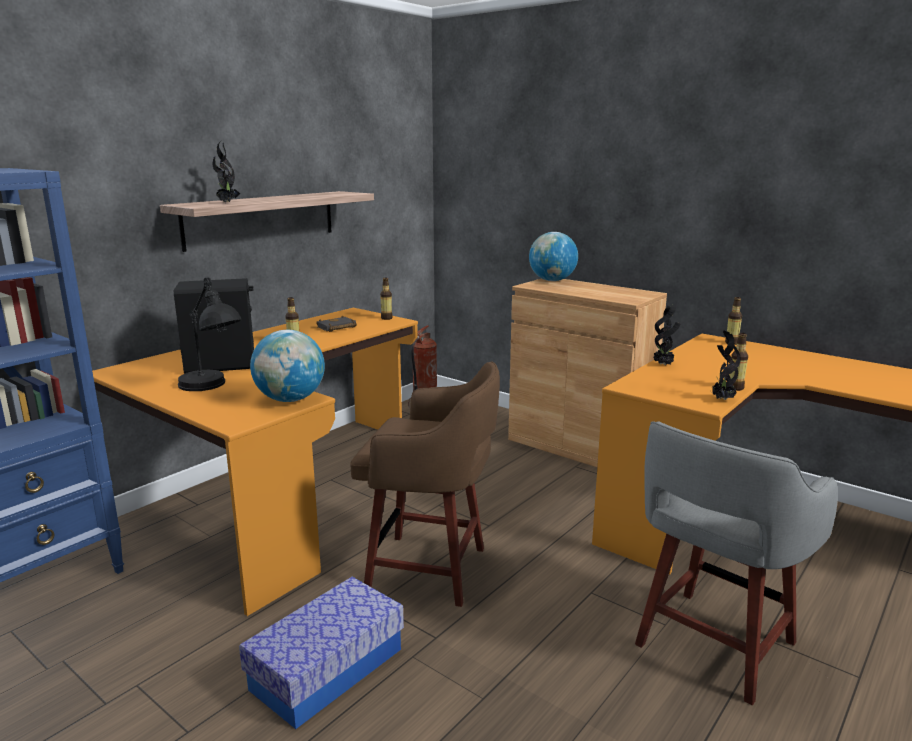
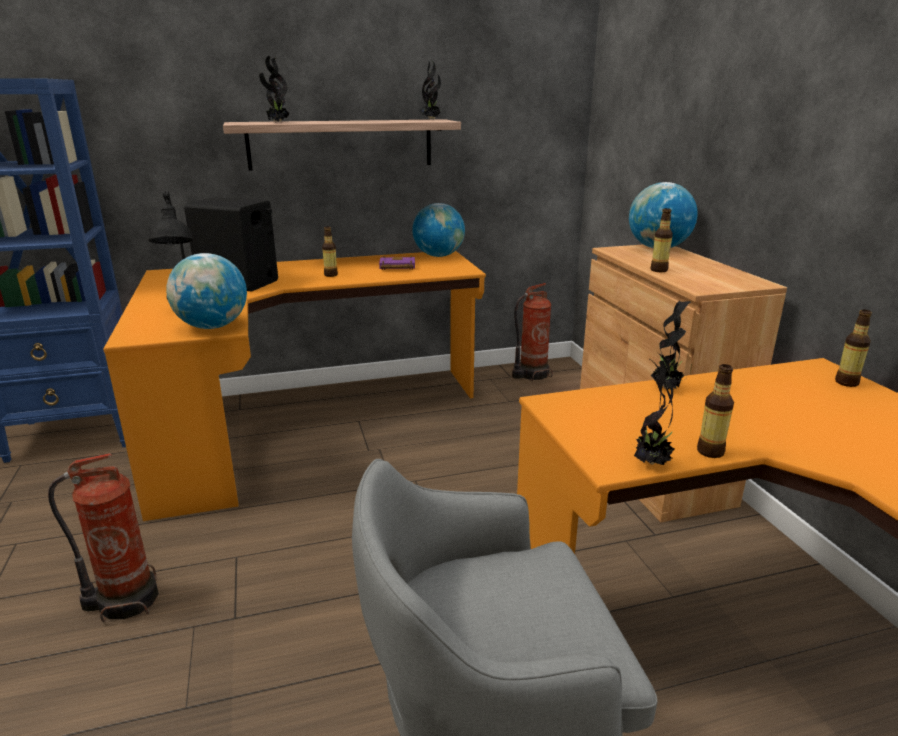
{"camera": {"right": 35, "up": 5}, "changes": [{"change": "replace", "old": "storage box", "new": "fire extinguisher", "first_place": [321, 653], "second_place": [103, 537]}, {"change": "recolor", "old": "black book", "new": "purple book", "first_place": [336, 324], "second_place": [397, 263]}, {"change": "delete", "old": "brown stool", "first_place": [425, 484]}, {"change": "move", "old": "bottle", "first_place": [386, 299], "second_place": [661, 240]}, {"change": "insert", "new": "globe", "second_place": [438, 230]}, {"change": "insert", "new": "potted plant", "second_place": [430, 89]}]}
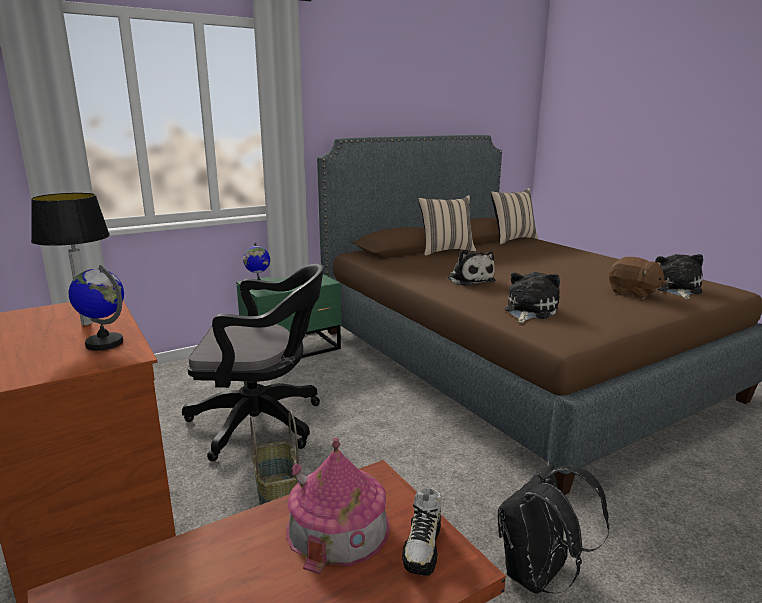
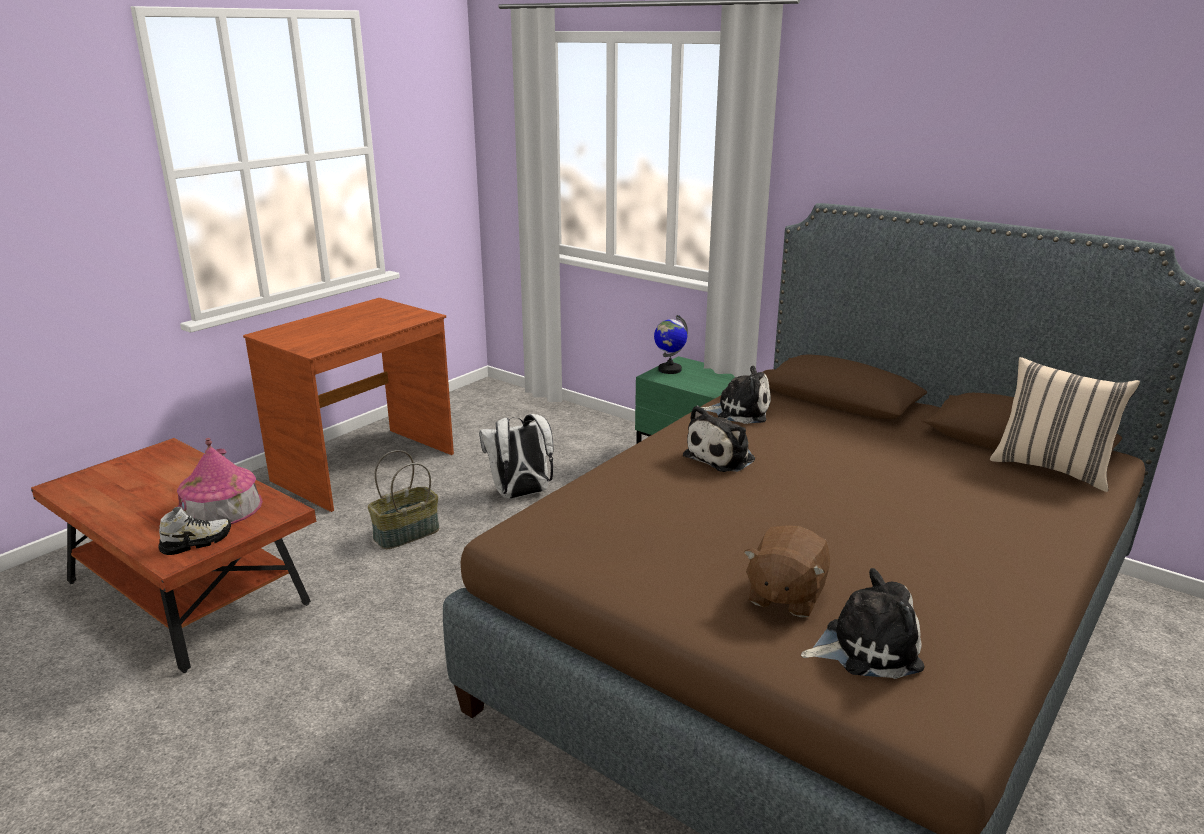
{"camera": {"right": 70, "up": 5}, "changes": [{"change": "delete", "old": "table lamp", "first_place": [70, 259]}, {"change": "delete", "old": "globe", "first_place": [96, 308]}, {"change": "replace", "old": "black office chair", "new": "white backpack", "first_place": [253, 362], "second_place": [516, 456]}, {"change": "rotate", "old": "shoe", "first_place": [422, 531], "second_place": [194, 531], "degrees": 150}, {"change": "delete", "old": "beige pillow", "first_place": [447, 225]}, {"change": "delete", "old": "black backpack", "first_place": [553, 529]}, {"change": "move", "old": "plush toy", "first_place": [532, 297], "second_place": [736, 395]}]}
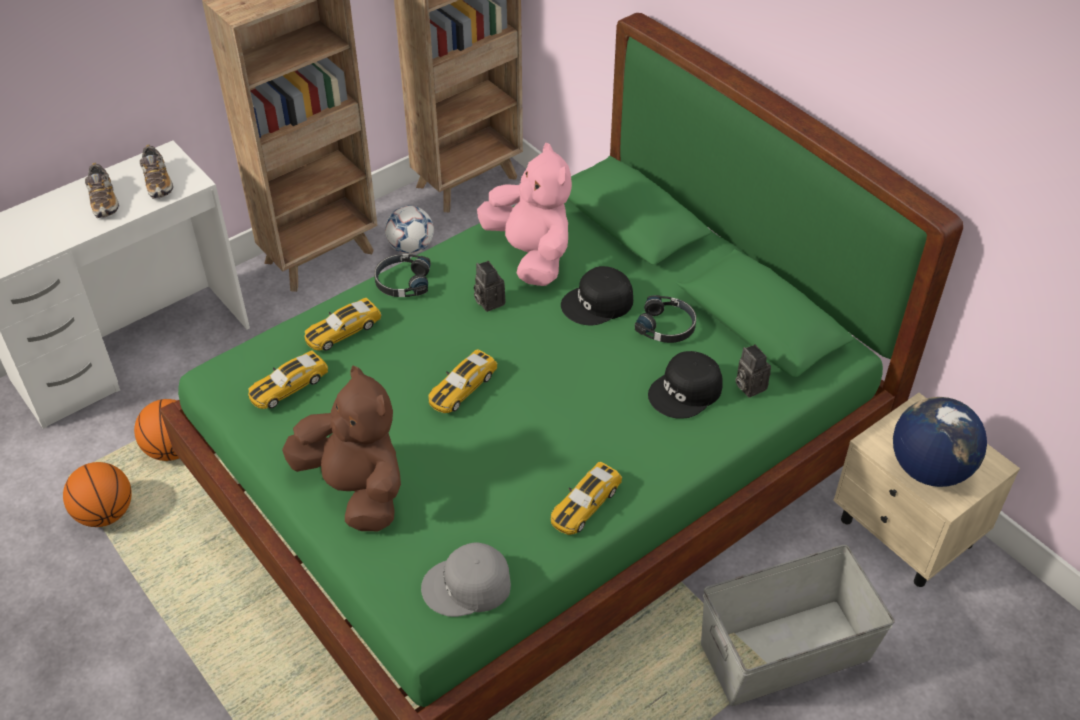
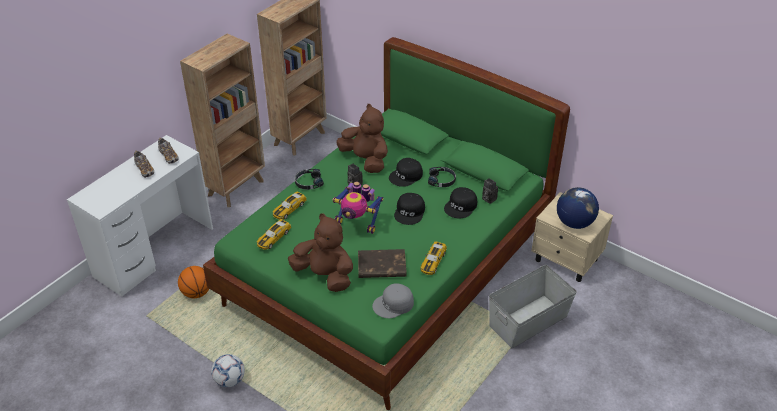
{"camera": {"right": -15, "up": -5}, "changes": [{"change": "delete", "old": "basketball", "first_place": [97, 494]}, {"change": "move", "old": "football", "first_place": [409, 229], "second_place": [228, 371]}, {"change": "replace", "old": "toy car", "new": "toy robot", "first_place": [462, 381], "second_place": [357, 208]}, {"change": "recolor", "old": "pink plush toy", "new": "brown plush toy", "first_place": [524, 214], "second_place": [362, 138]}, {"change": "insert", "new": "brown book", "second_place": [382, 263]}, {"change": "insert", "new": "black cap", "second_place": [409, 209]}]}
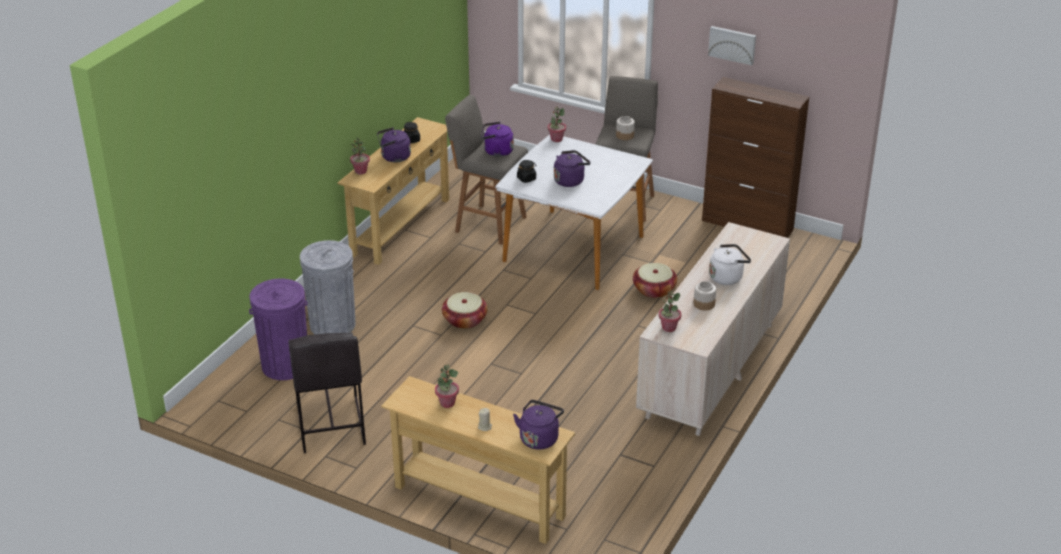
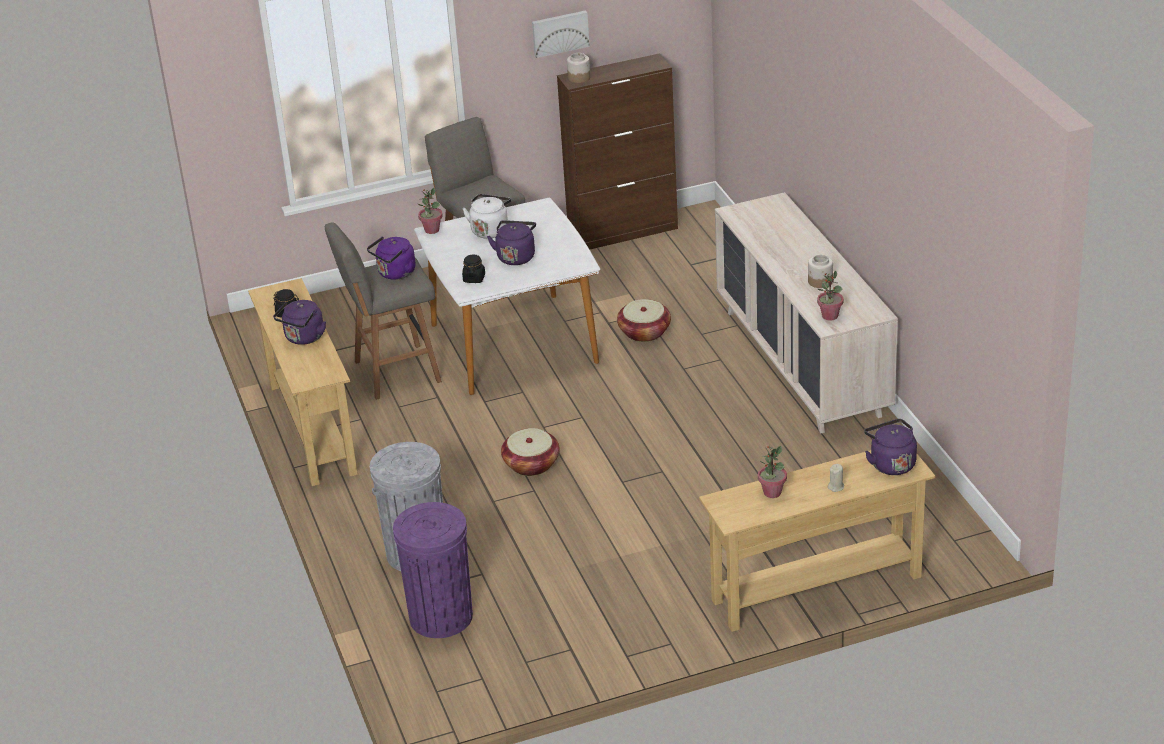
{"camera": {"right": -45, "up": 0}, "changes": [{"change": "delete", "old": "grey stool", "first_place": [327, 392]}, {"change": "delete", "old": "potted plant", "first_place": [360, 156]}, {"change": "move", "old": "jar", "first_place": [625, 128], "second_place": [578, 68]}, {"change": "move", "old": "white kettle", "first_place": [730, 264], "second_place": [486, 216]}]}
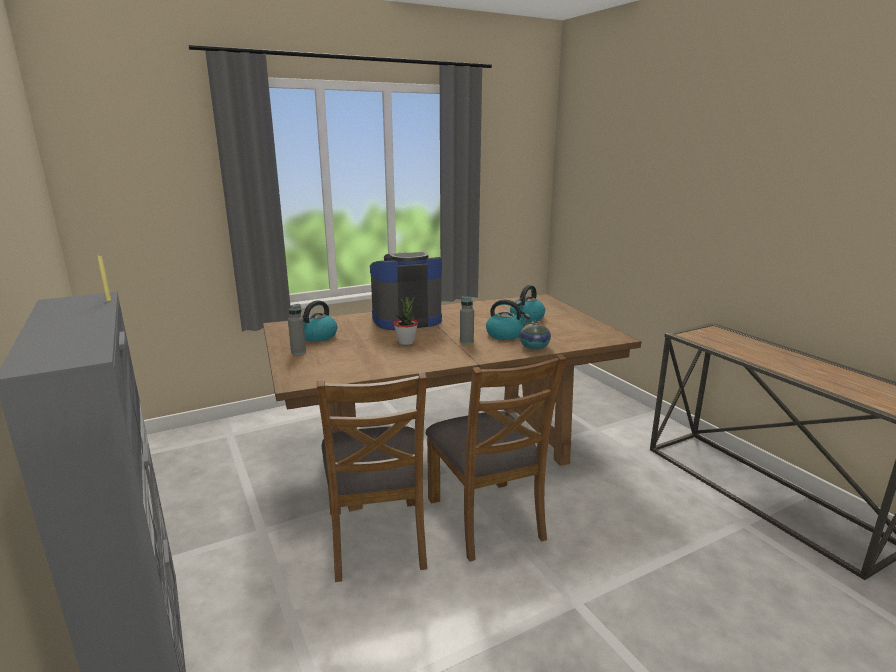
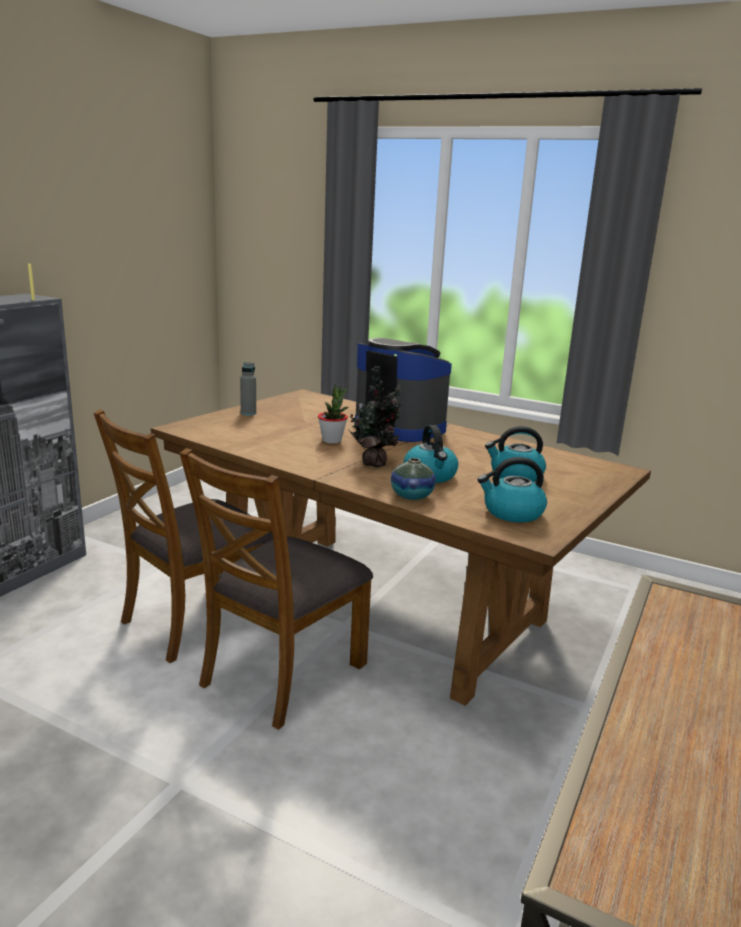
{"camera": {"right": 55, "up": 0}, "changes": [{"change": "move", "old": "kettle", "first_place": [319, 321], "second_place": [512, 490]}, {"change": "replace", "old": "grey bottle", "new": "potted plant", "first_place": [467, 320], "second_place": [375, 416]}]}
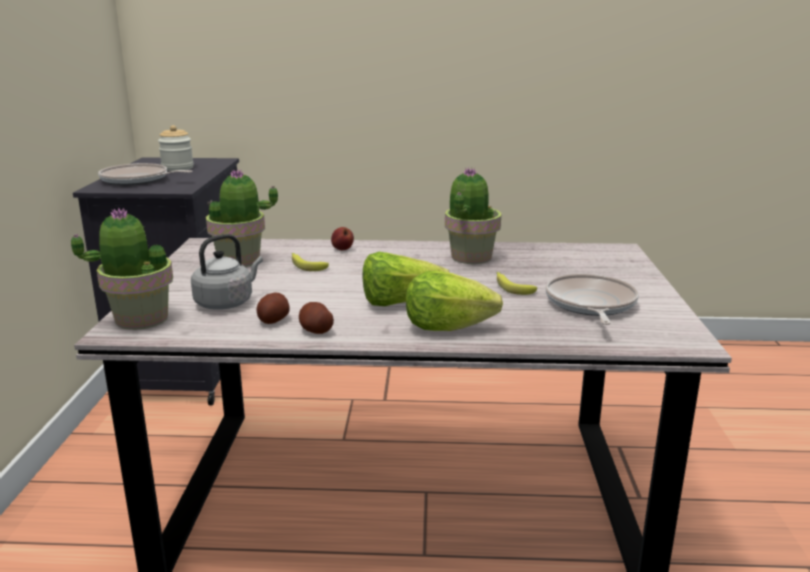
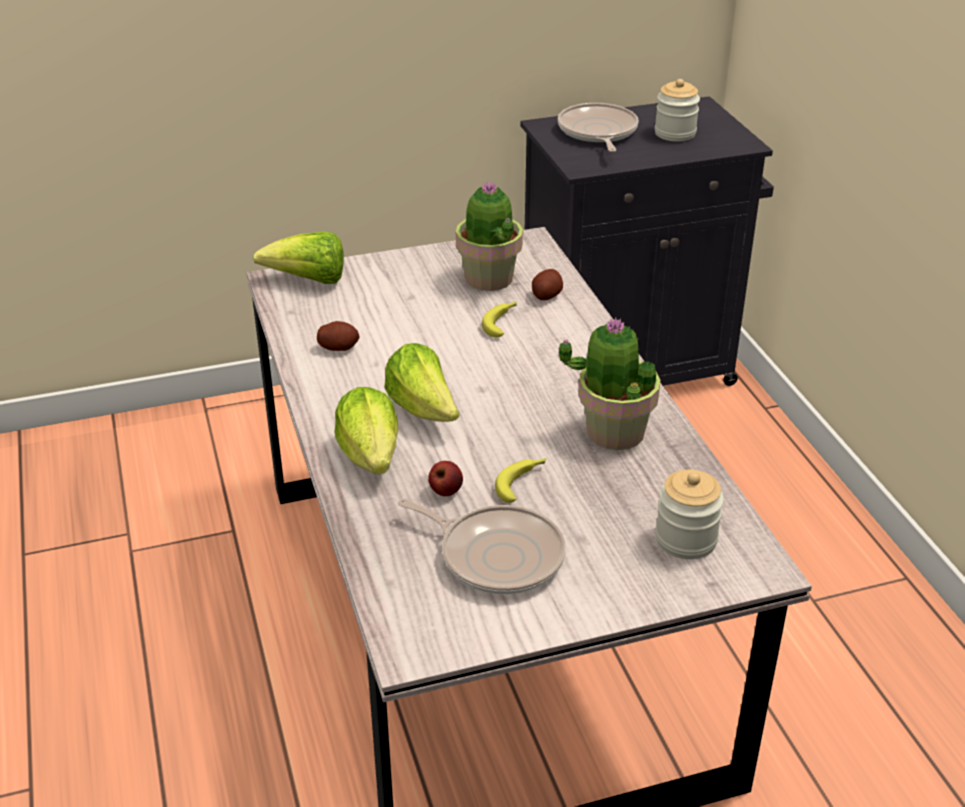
{"camera": {"right": 70, "up": 15}, "changes": [{"change": "replace", "old": "potted plant", "new": "lettuce", "first_place": [122, 269], "second_place": [298, 257]}, {"change": "delete", "old": "grey kettle", "first_place": [227, 272]}, {"change": "move", "old": "potato", "first_place": [316, 318], "second_place": [547, 284]}, {"change": "move", "old": "apple", "first_place": [342, 238], "second_place": [445, 478]}, {"change": "rotate", "old": "frying pan", "first_place": [592, 299], "second_place": [482, 547], "degrees": 45}, {"change": "insert", "new": "jar", "second_place": [689, 514]}]}
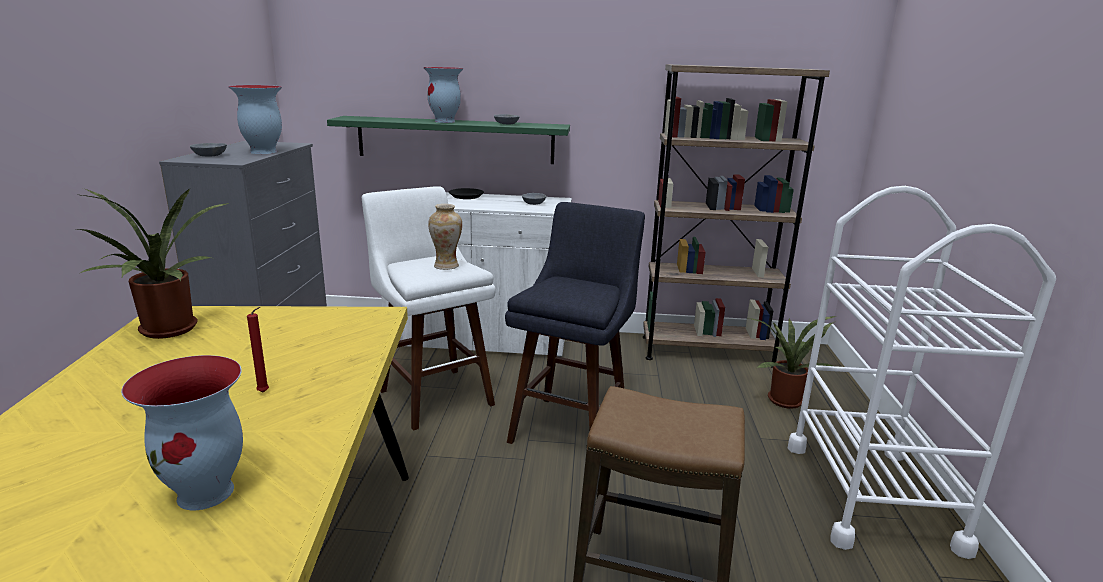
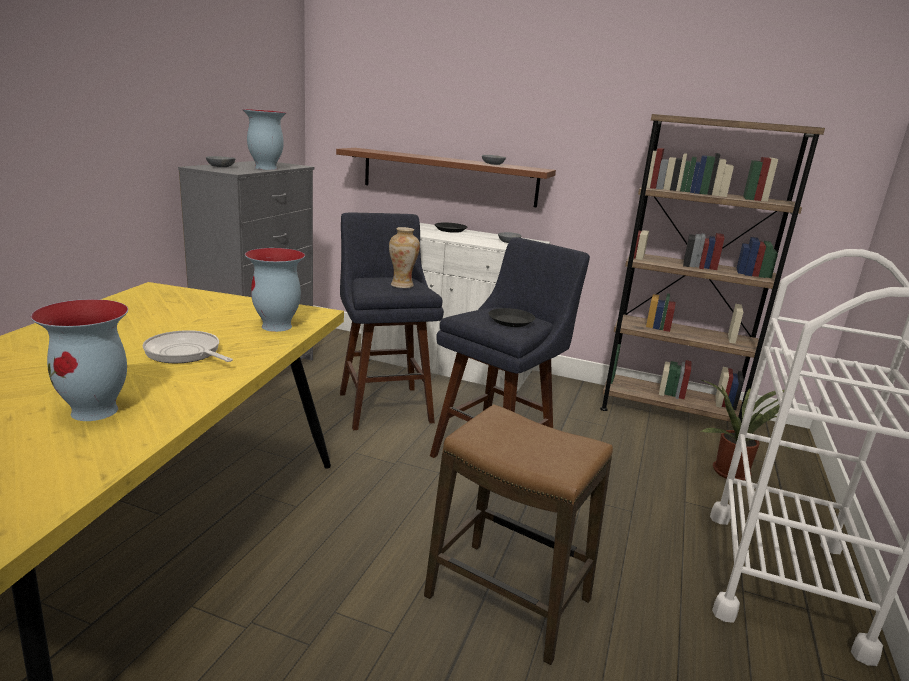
{"camera": {"right": 15, "up": 0}, "changes": [{"change": "delete", "old": "potted plant", "first_place": [152, 264]}, {"change": "replace", "old": "red candle", "new": "frying pan", "first_place": [258, 350], "second_place": [188, 346]}, {"change": "recolor", "old": "green shelf", "new": "brown shelf", "first_place": [448, 140], "second_place": [446, 177]}, {"change": "recolor", "old": "white stool", "new": "blue stool", "first_place": [429, 308], "second_place": [392, 321]}, {"change": "move", "old": "vase", "first_place": [443, 95], "second_place": [275, 290]}, {"change": "insert", "new": "black plate", "second_place": [511, 317]}]}
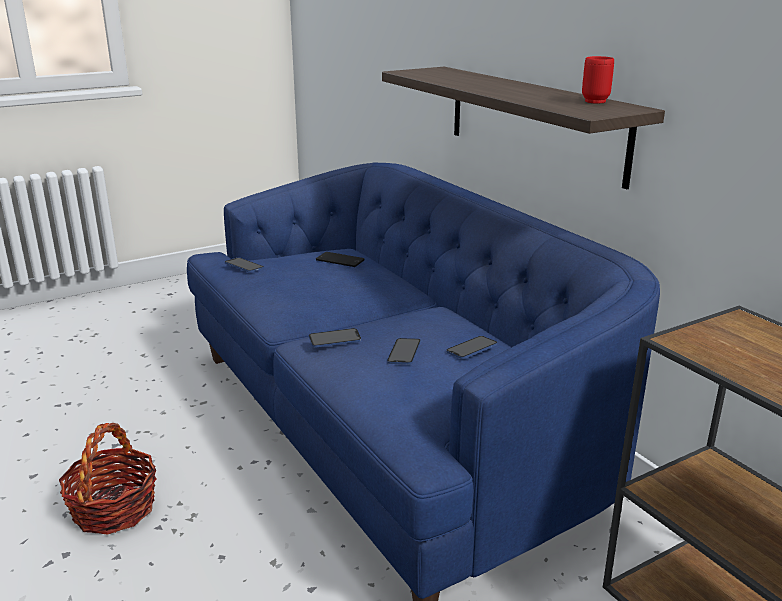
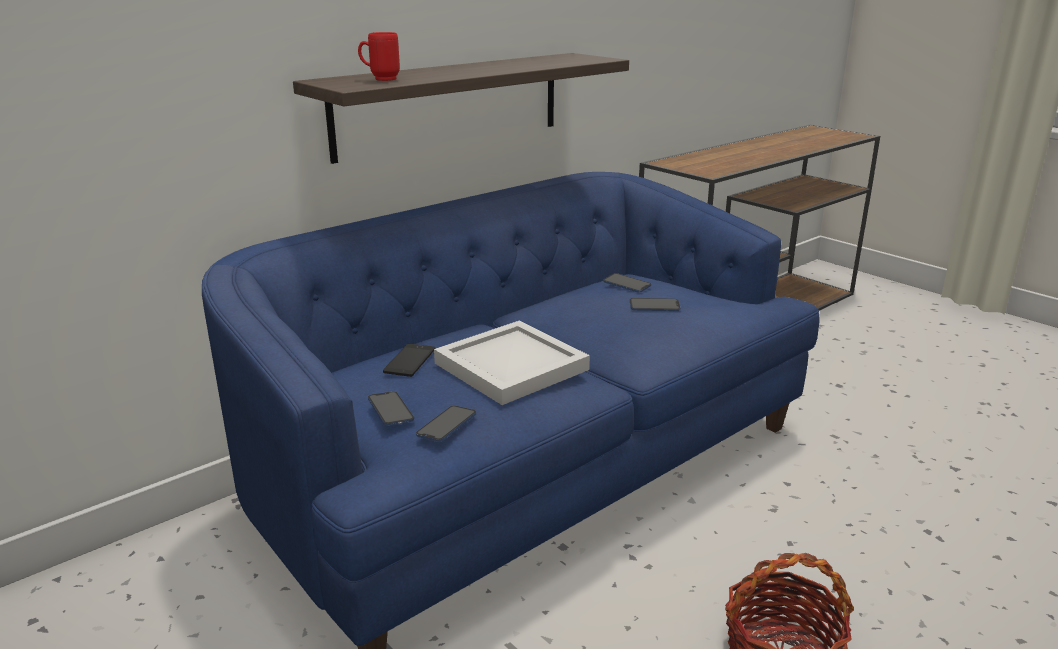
{"camera": {"right": -100, "up": 0}, "changes": [{"change": "move", "old": "phone", "first_place": [335, 338], "second_place": [391, 408]}, {"change": "move", "old": "red mug", "first_place": [598, 80], "second_place": [379, 56]}, {"change": "insert", "new": "white tray", "second_place": [512, 363]}]}
